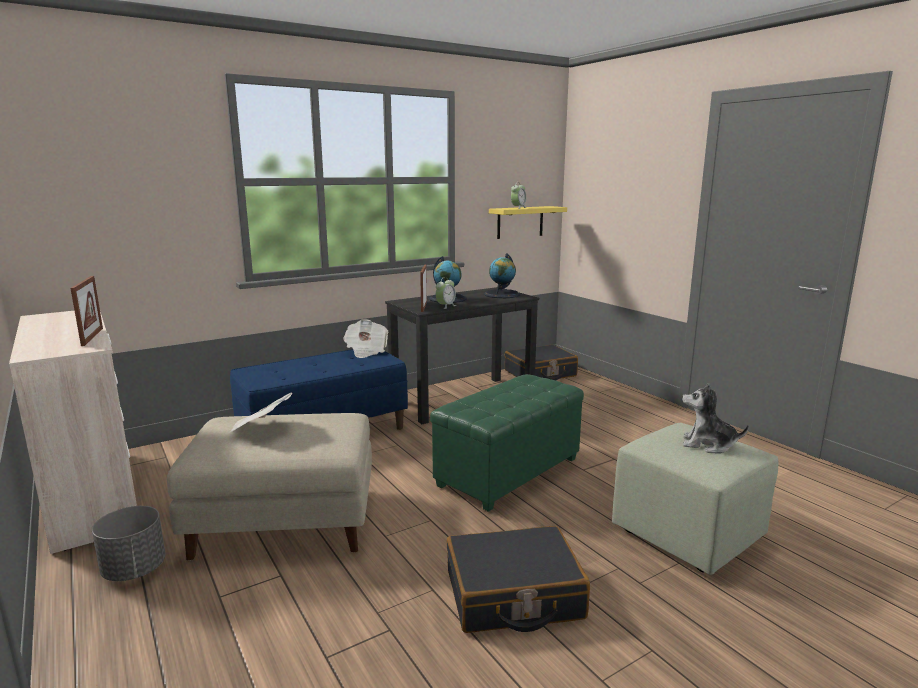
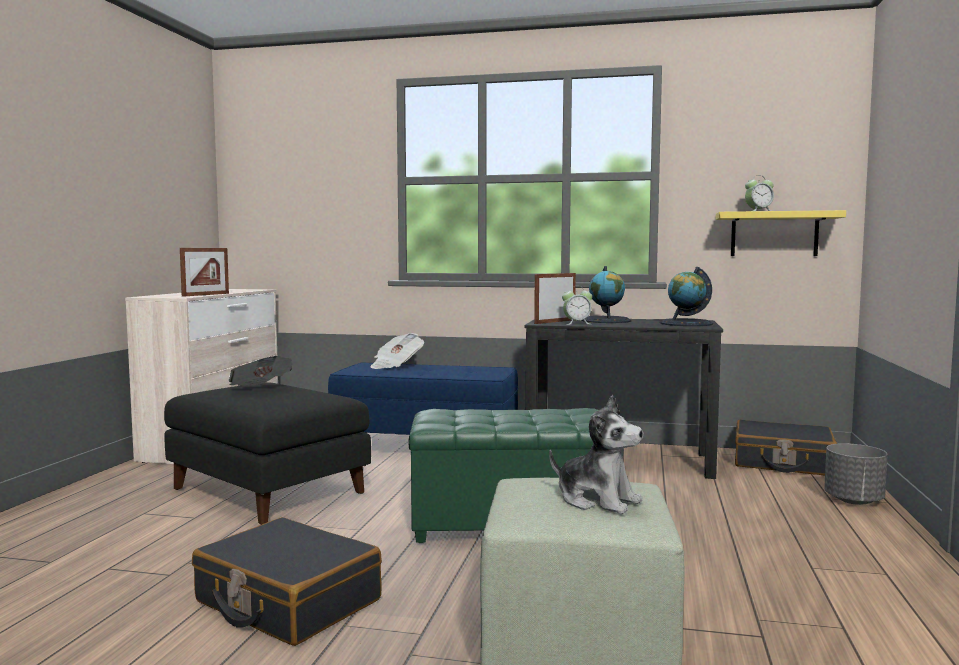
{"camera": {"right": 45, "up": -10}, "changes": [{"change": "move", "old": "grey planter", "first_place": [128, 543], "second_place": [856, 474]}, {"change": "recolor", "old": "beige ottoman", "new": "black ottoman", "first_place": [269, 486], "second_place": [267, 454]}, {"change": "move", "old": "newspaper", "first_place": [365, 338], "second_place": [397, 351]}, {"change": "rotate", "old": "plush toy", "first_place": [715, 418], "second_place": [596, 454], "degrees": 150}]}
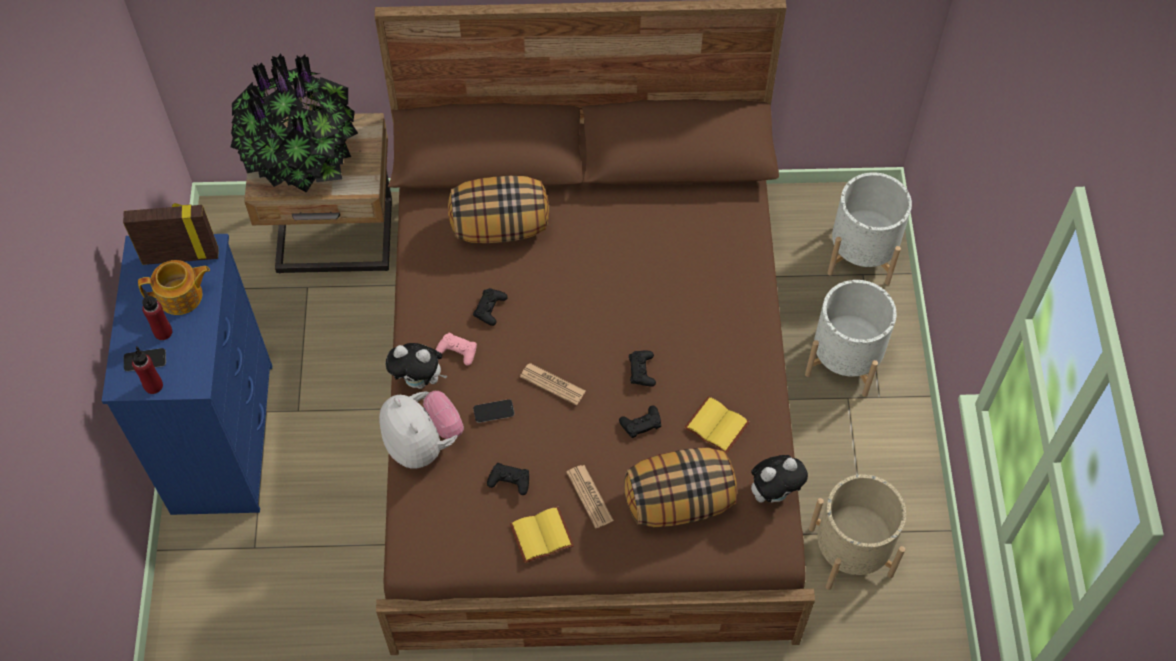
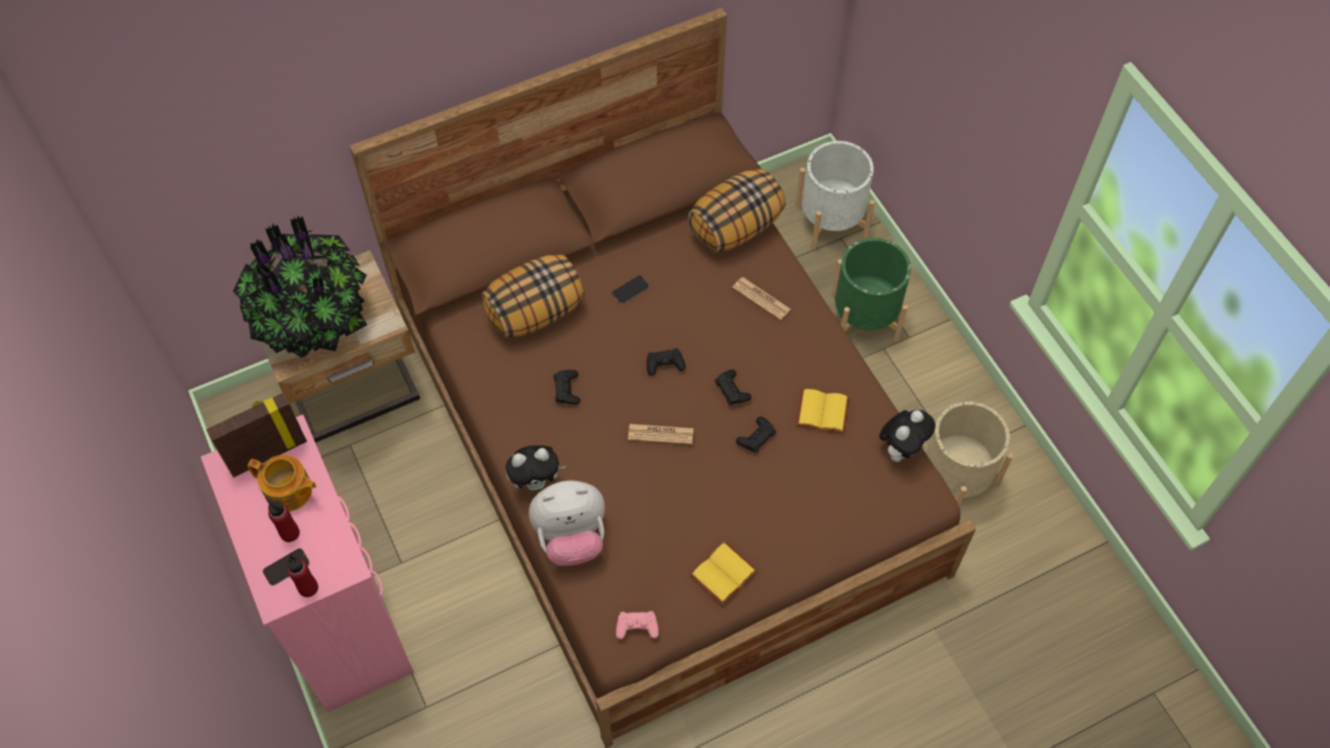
{"camera": {"right": -25, "up": 0}, "changes": [{"change": "recolor", "old": "blue dresser", "new": "pink dresser", "first_place": [187, 374], "second_place": [307, 563]}, {"change": "rotate", "old": "teapot", "first_place": [174, 287], "second_place": [281, 483], "degrees": 60}, {"change": "rotate", "old": "plush toy", "first_place": [421, 430], "second_place": [567, 523], "degrees": 135}, {"change": "move", "old": "pink game controller", "first_place": [456, 349], "second_place": [637, 625]}, {"change": "move", "old": "phone", "first_place": [493, 411], "second_place": [630, 289]}, {"change": "move", "old": "black game controller", "first_place": [508, 479], "second_place": [666, 362]}, {"change": "move", "old": "newspaper", "first_place": [590, 496], "second_place": [761, 298]}, {"change": "move", "old": "pillow", "first_place": [681, 487], "second_place": [737, 211]}, {"change": "recolor", "old": "white planter", "new": "green planter", "first_place": [851, 338], "second_place": [871, 290]}]}
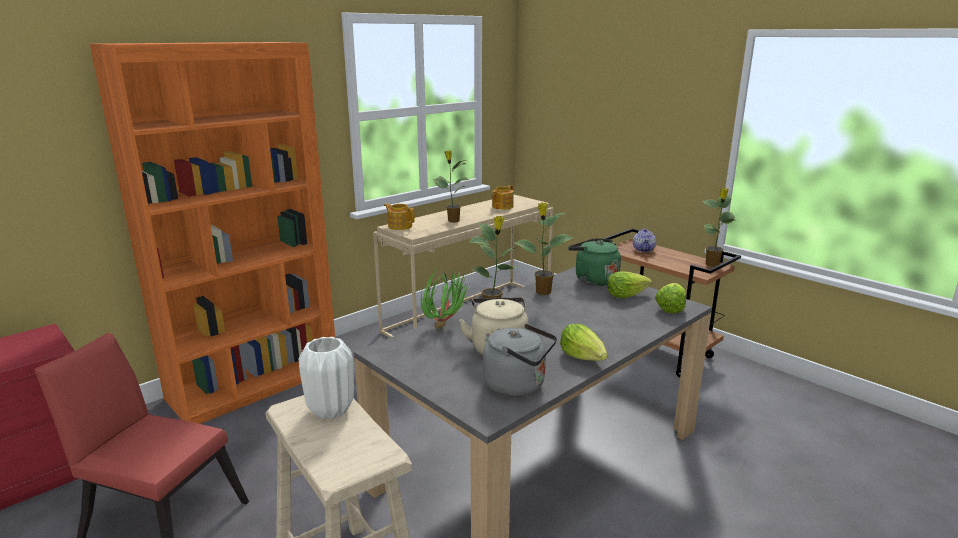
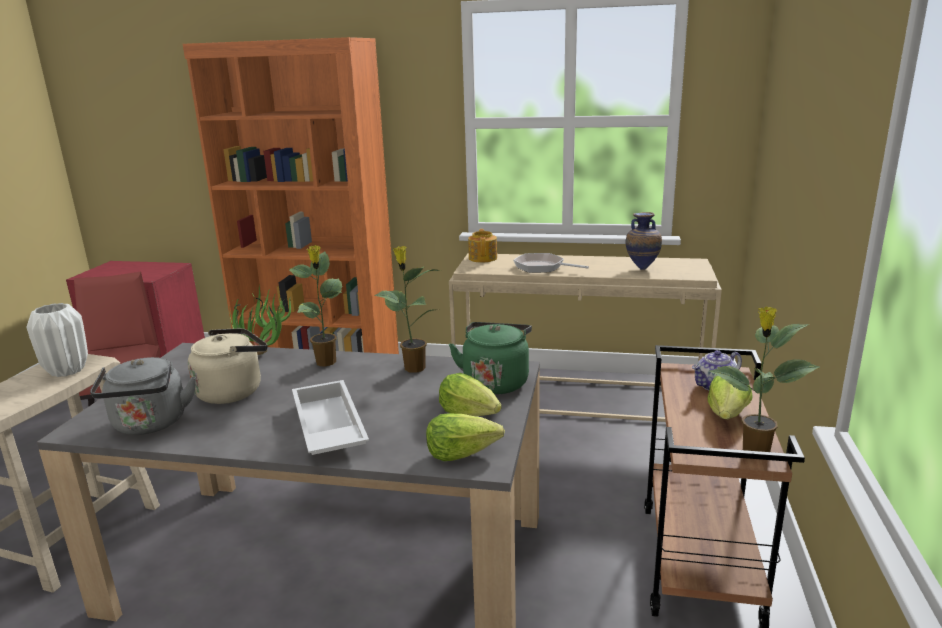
{"camera": {"right": 55, "up": 0}, "changes": [{"change": "replace", "old": "potted plant", "new": "frying pan", "first_place": [451, 186], "second_place": [551, 263]}, {"change": "replace", "old": "teapot", "new": "vase", "first_place": [503, 197], "second_place": [644, 241]}, {"change": "move", "old": "lettuce", "first_place": [584, 342], "second_place": [730, 397]}, {"change": "insert", "new": "white tray", "second_place": [330, 417]}]}
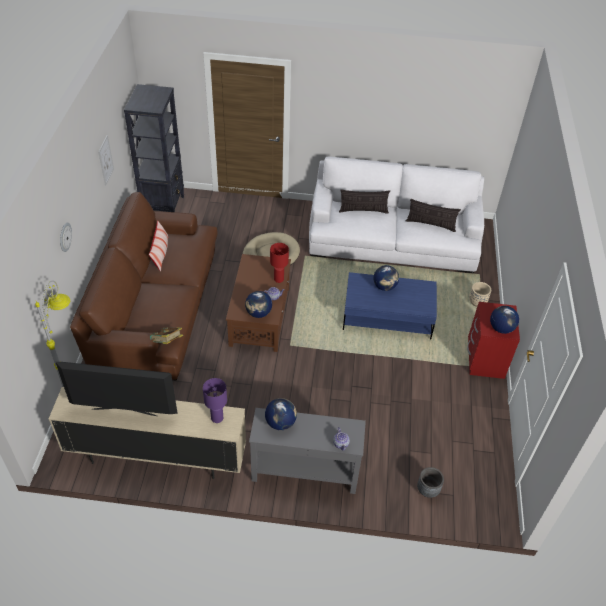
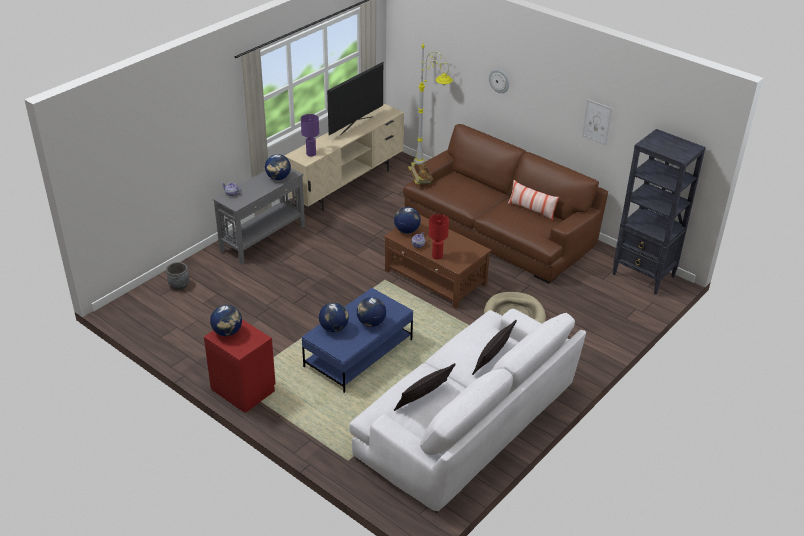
{"camera": {"right": 125, "up": -10}, "changes": [{"change": "delete", "old": "beige planter", "first_place": [480, 294]}, {"change": "insert", "new": "globe", "second_place": [334, 317]}]}
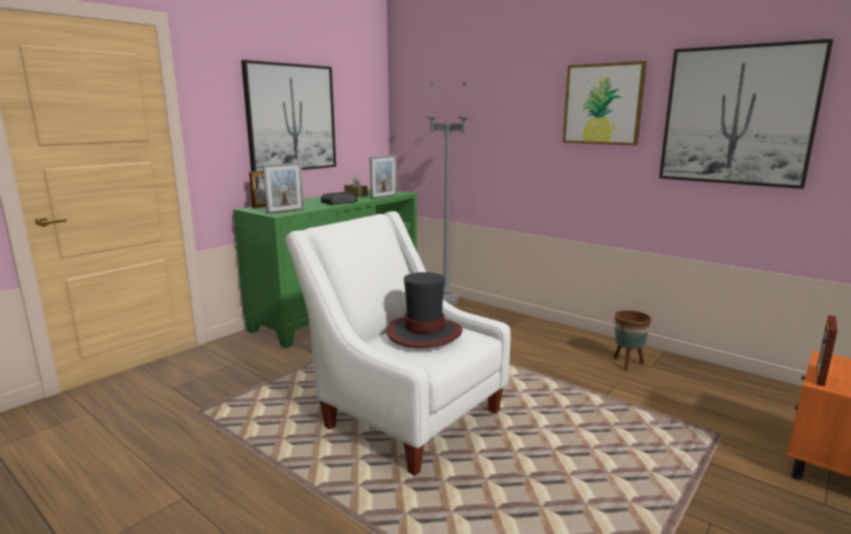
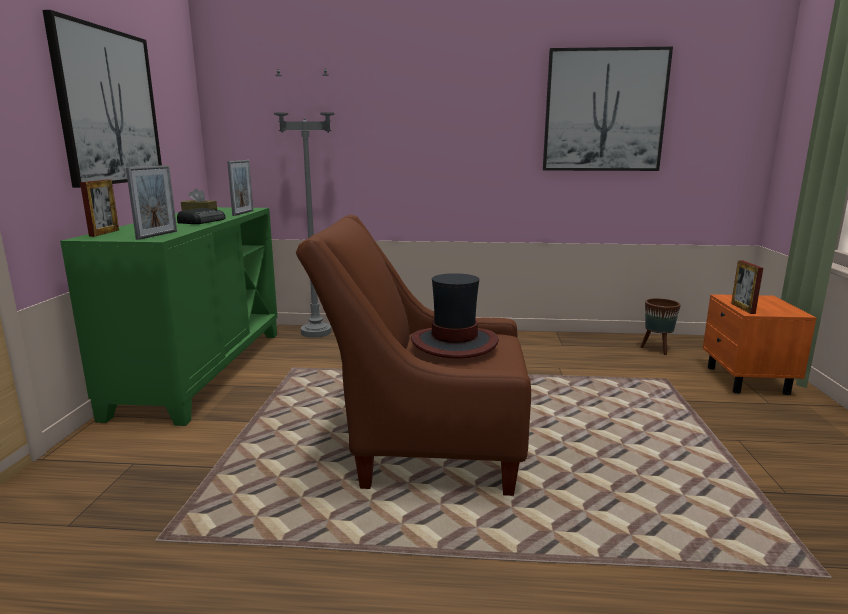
{"camera": {"right": -35, "up": 0}, "changes": [{"change": "recolor", "old": "white armchair", "new": "brown armchair", "first_place": [398, 343], "second_place": [413, 355]}, {"change": "delete", "old": "picture", "first_place": [605, 103]}, {"change": "move", "old": "brown planter", "first_place": [632, 340], "second_place": [660, 326]}]}
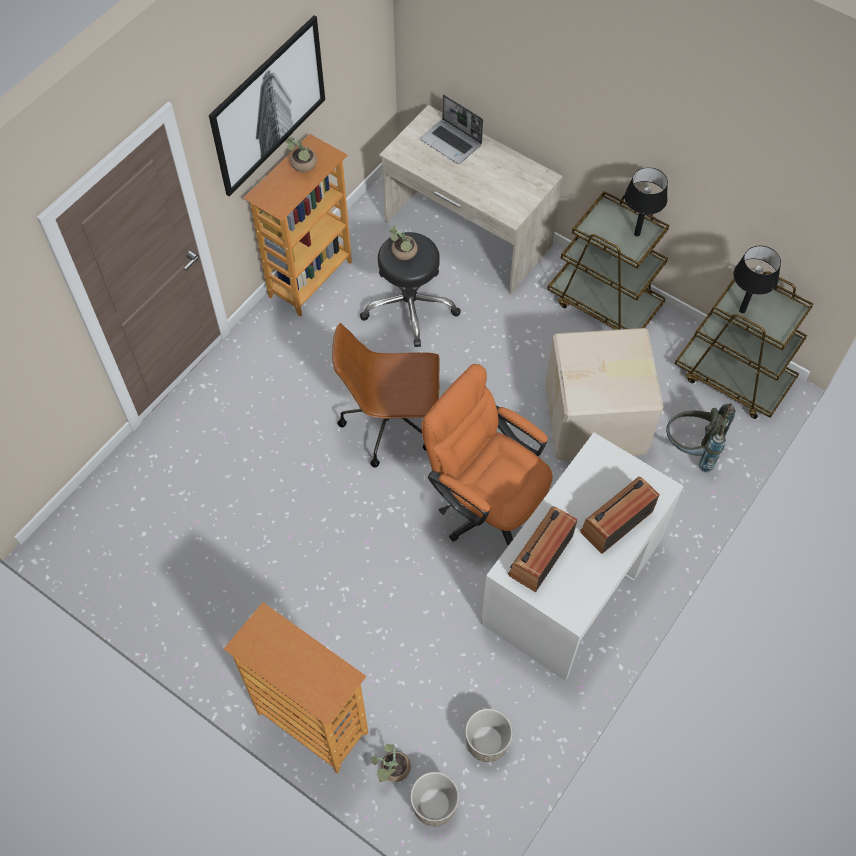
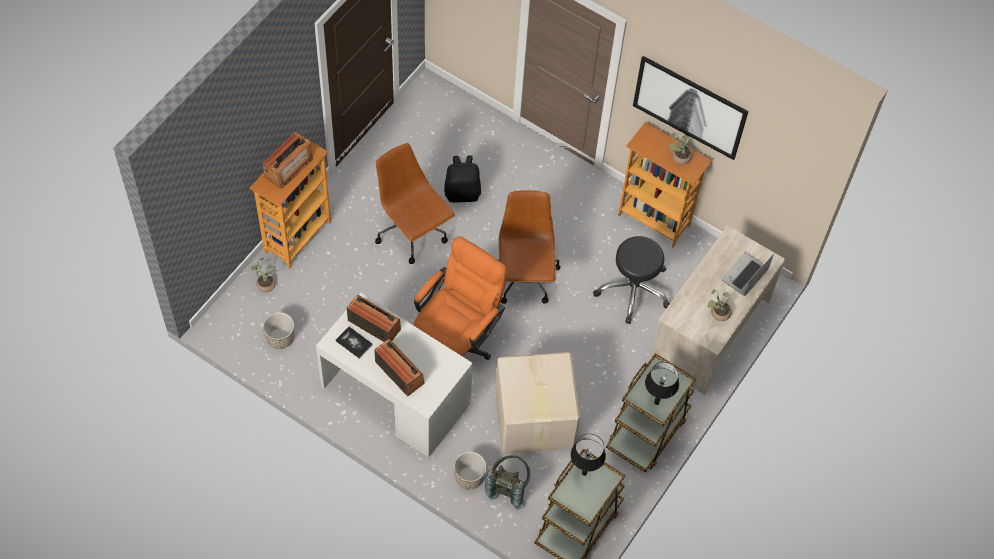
{"camera": {"right": 85, "up": 0}, "changes": [{"change": "move", "old": "potted plant", "first_place": [403, 242], "second_place": [719, 305]}, {"change": "move", "old": "planter", "first_place": [434, 799], "second_place": [470, 471]}, {"change": "insert", "new": "radio", "second_place": [287, 160]}, {"change": "insert", "new": "book", "second_place": [354, 342]}, {"change": "insert", "new": "brown office chair", "second_place": [415, 203]}, {"change": "insert", "new": "black backpack", "second_place": [462, 179]}]}
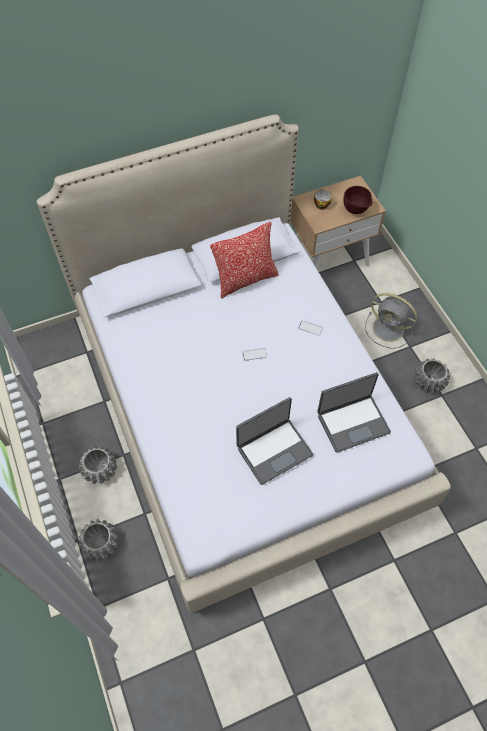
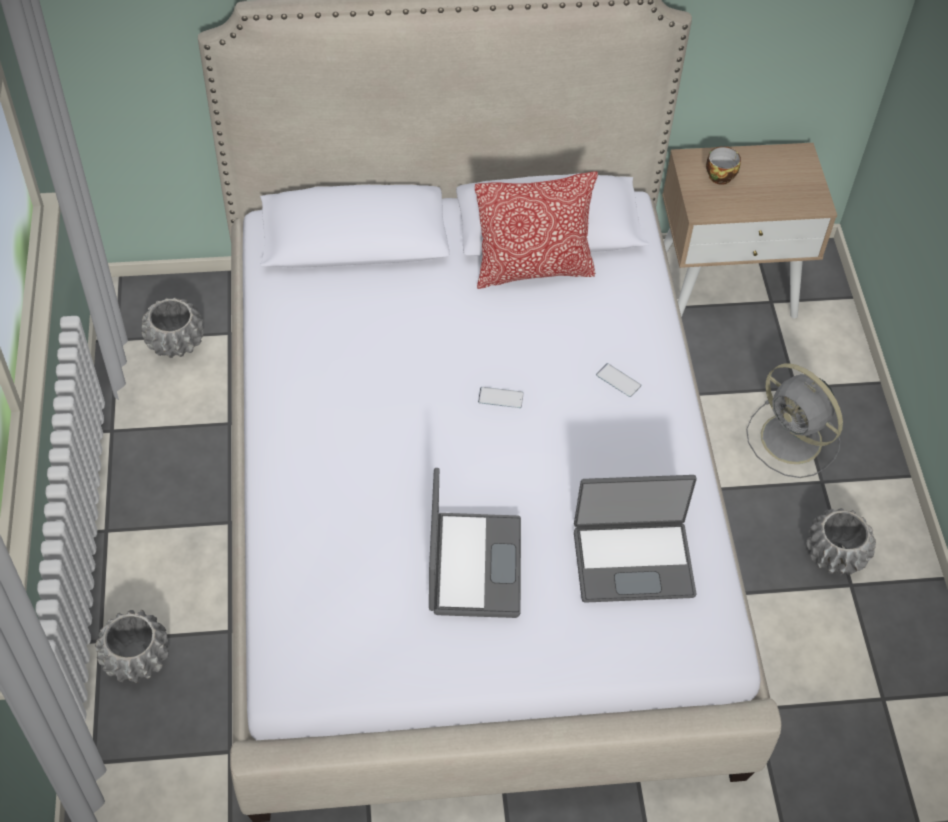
{"camera": {"right": 15, "up": -5}, "changes": [{"change": "move", "old": "grey planter", "first_place": [98, 465], "second_place": [172, 327]}, {"change": "rotate", "old": "laptop", "first_place": [275, 441], "second_place": [475, 543], "degrees": -75}, {"change": "delete", "old": "brown bowl", "first_place": [358, 200]}]}
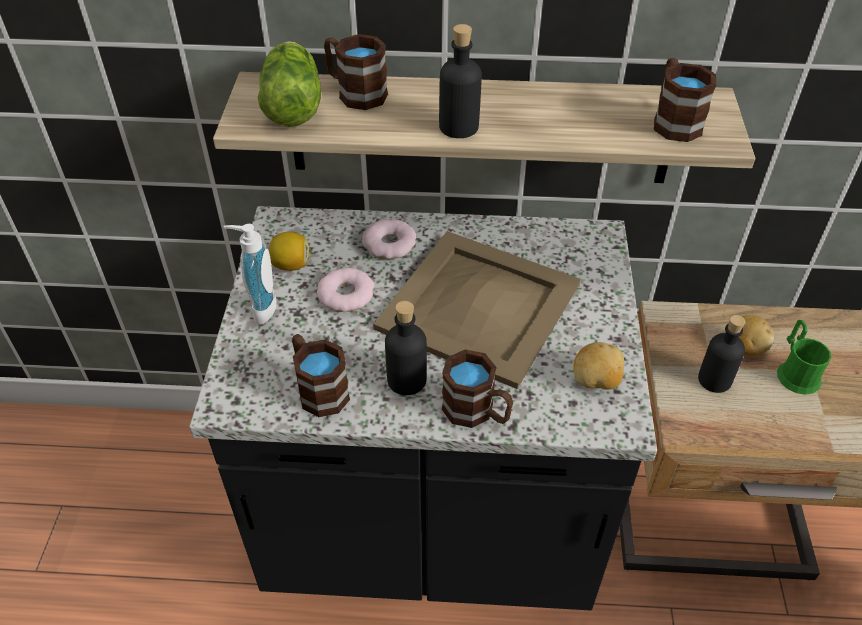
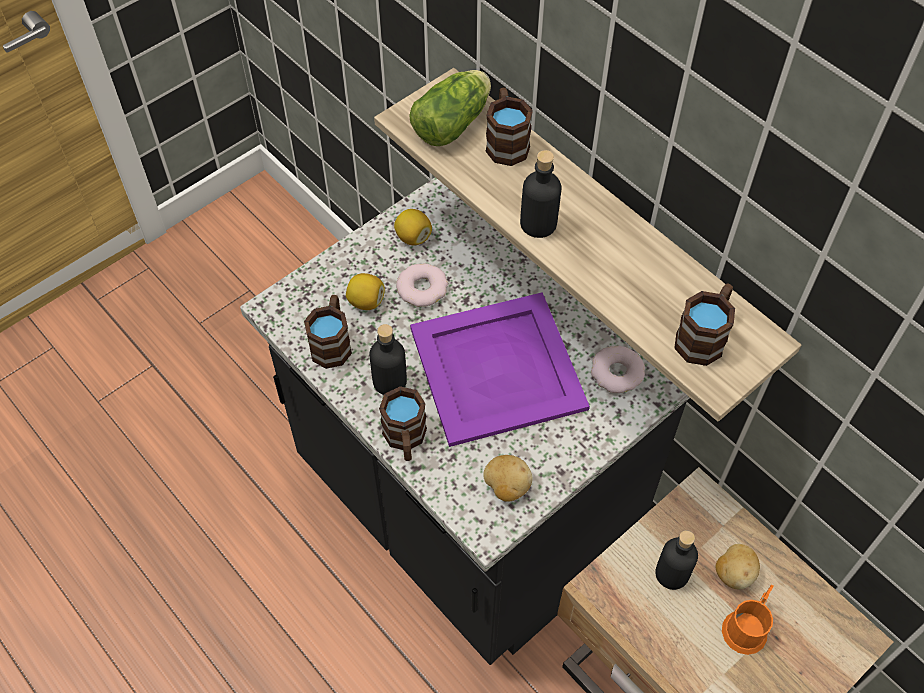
{"camera": {"right": 45, "up": 10}, "changes": [{"change": "delete", "old": "soap dispenser", "first_place": [250, 274]}, {"change": "move", "old": "donut", "first_place": [389, 239], "second_place": [618, 369]}, {"change": "recolor", "old": "beige tray", "new": "purple tray", "first_place": [476, 310], "second_place": [500, 369]}, {"change": "recolor", "old": "green mug", "new": "orange mug", "first_place": [804, 357], "second_place": [747, 620]}, {"change": "insert", "new": "lemon", "second_place": [365, 291]}]}
